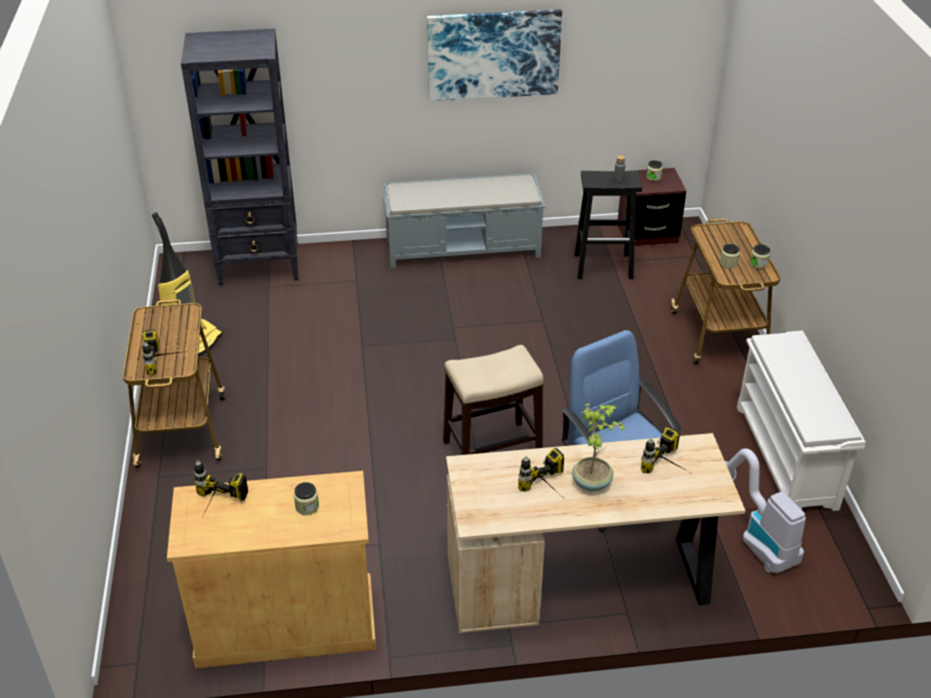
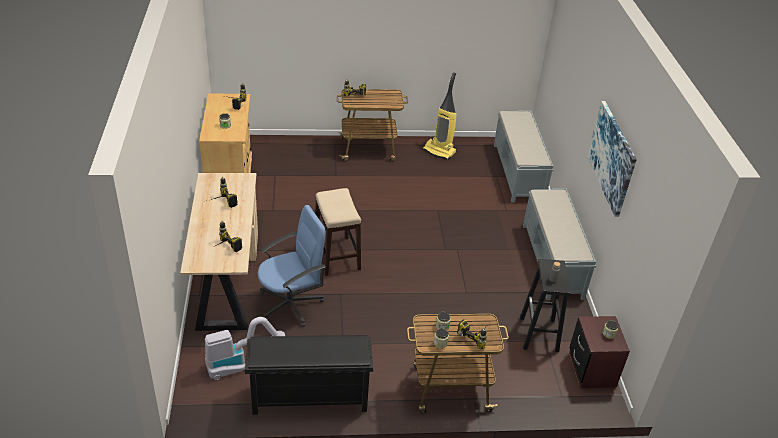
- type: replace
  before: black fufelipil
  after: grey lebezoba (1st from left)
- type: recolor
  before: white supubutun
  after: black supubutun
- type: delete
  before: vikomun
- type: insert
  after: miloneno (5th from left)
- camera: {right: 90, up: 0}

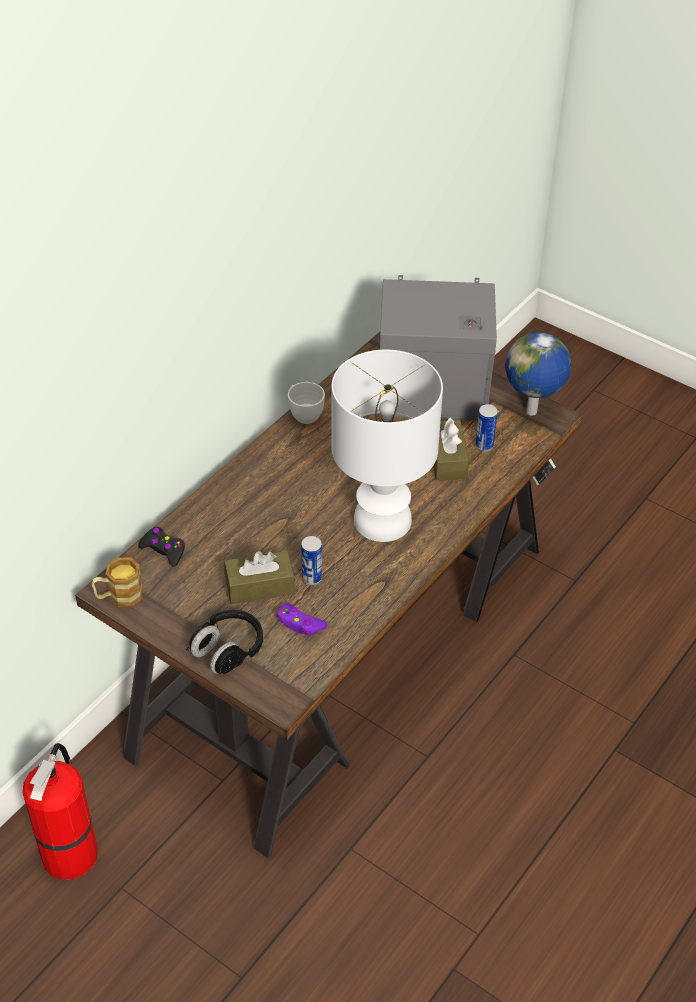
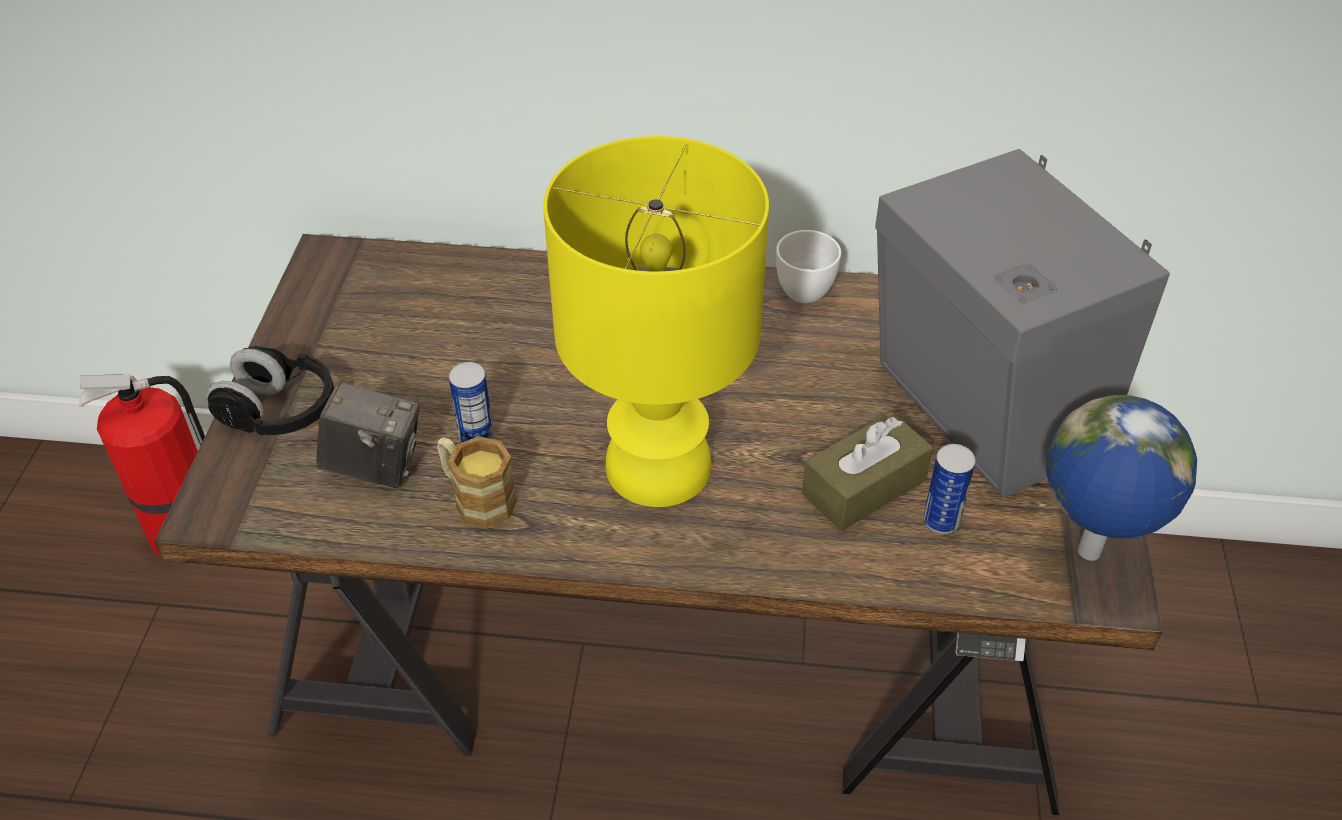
- type: recolor
  before: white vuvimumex
  after: yellow vuvimumex
- type: delete
  before: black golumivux
- type: delete
  before: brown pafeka (1st from left)
- type: move
  before: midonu
- type: replace
  before: purple golumivux
  after: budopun
- camera: {right: 60, up: 0}

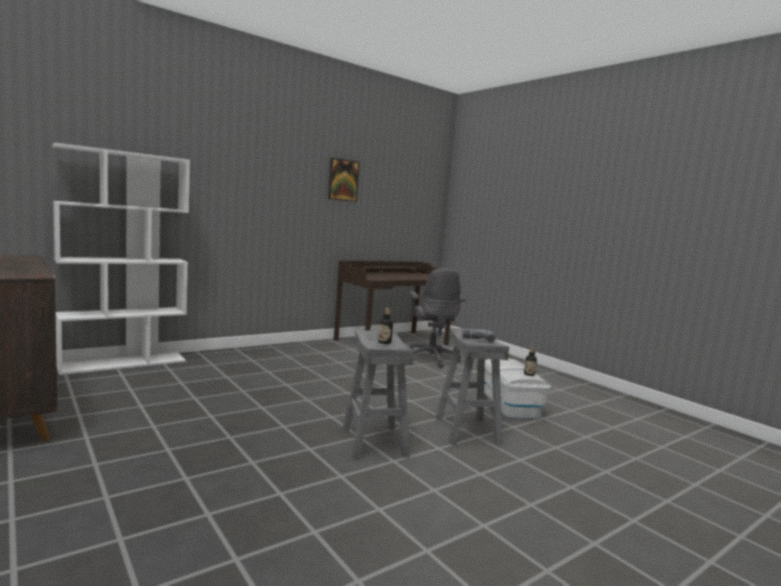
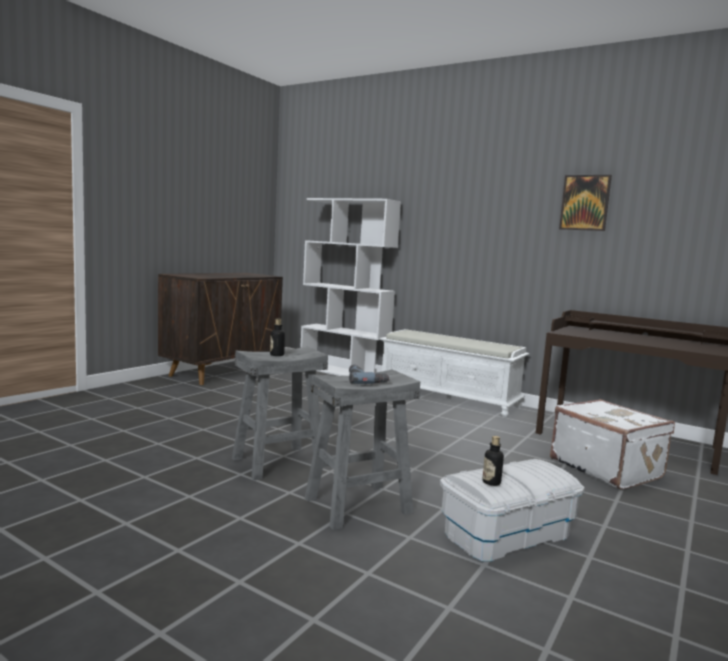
- type: replace
  before: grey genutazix
  after: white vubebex
- type: insert
  after: white lebezoba
- camera: {right: 70, up: 0}

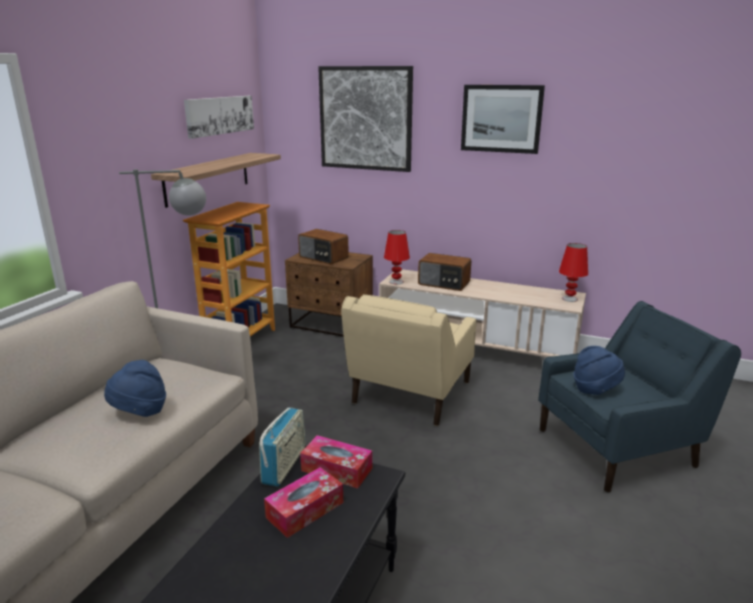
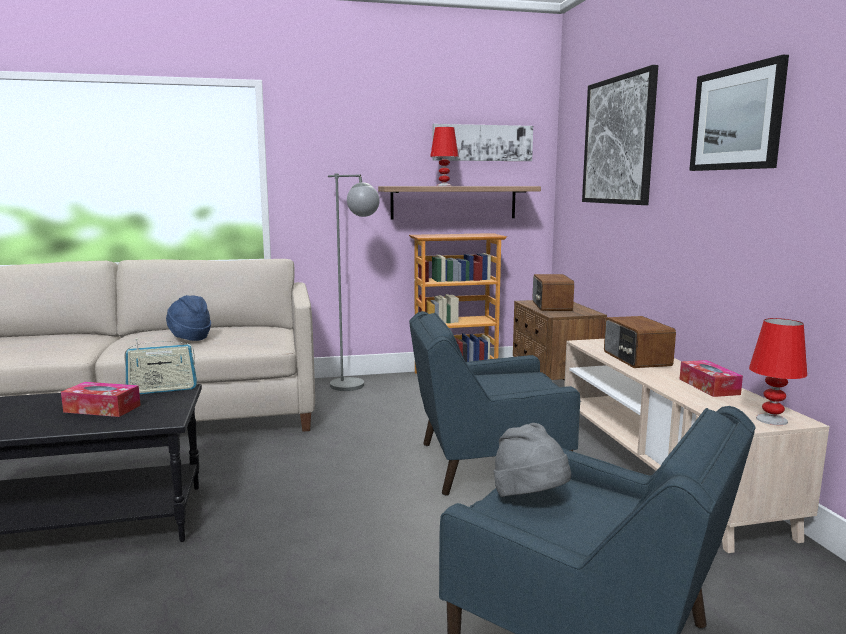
- type: move
  before: red vuvimumex (1st from left)
- type: recolor
  before: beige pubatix
  after: blue pubatix (1st from left)
- type: recolor
  before: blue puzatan (2nd from left)
  after: grey puzatan
- type: move
  before: pafeka (2nd from left)
- camera: {right: 55, up: -10}

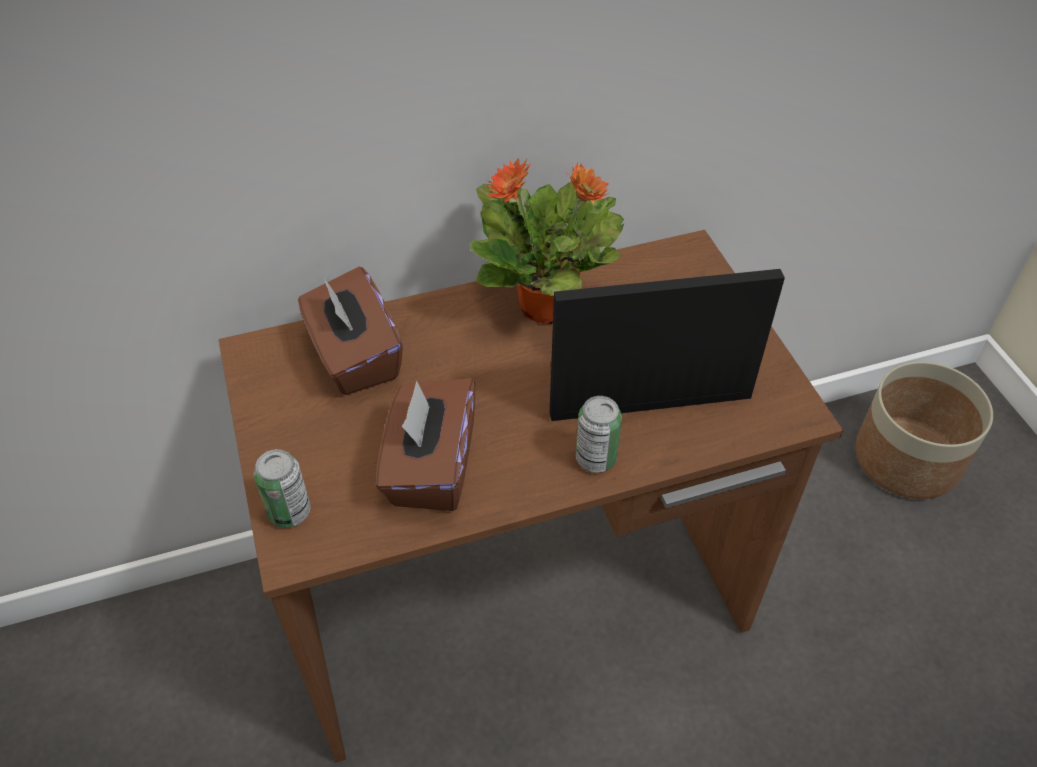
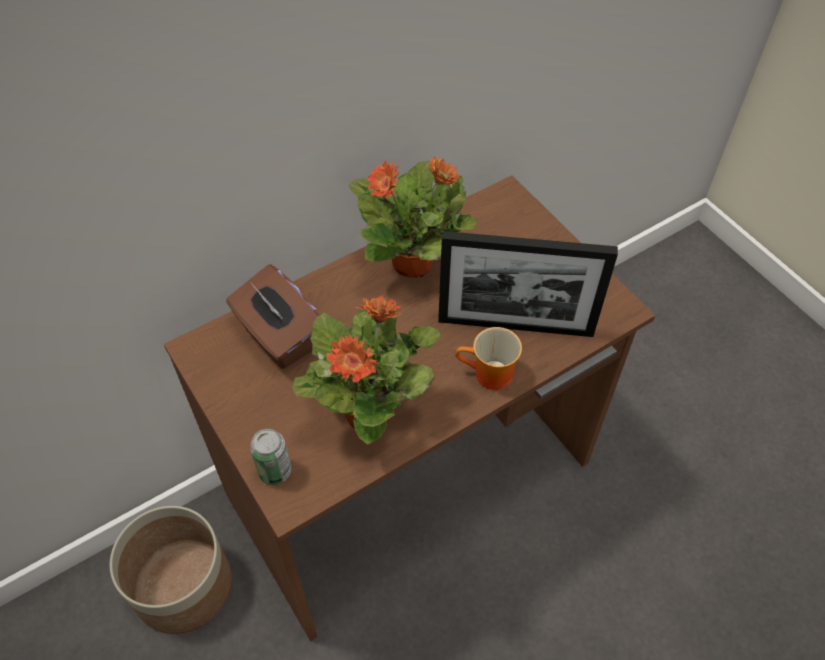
- type: rotate
  before: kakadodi
  turn: -150
- type: move
  before: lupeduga
- type: replace
  before: brown pafeka (2nd from left)
  after: vikomun (1st from left)
- type: replace
  before: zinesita (2nd from left)
  after: midonu
- camera: {right: -15, up: 5}

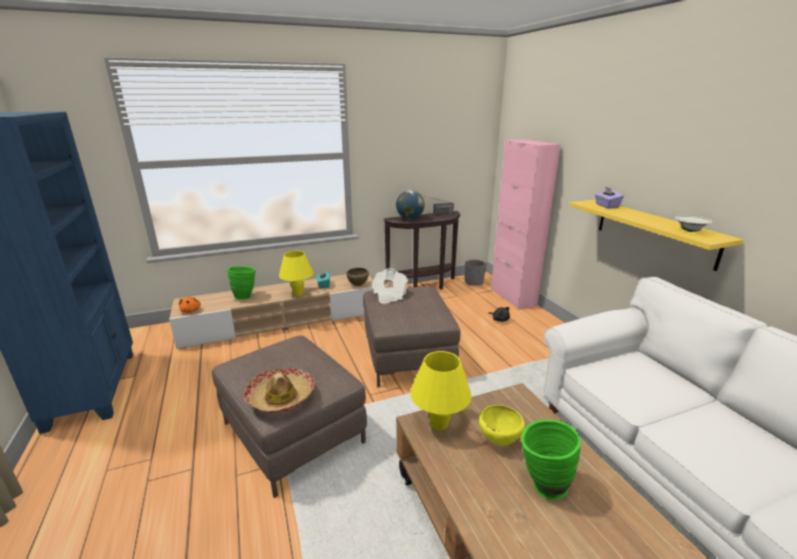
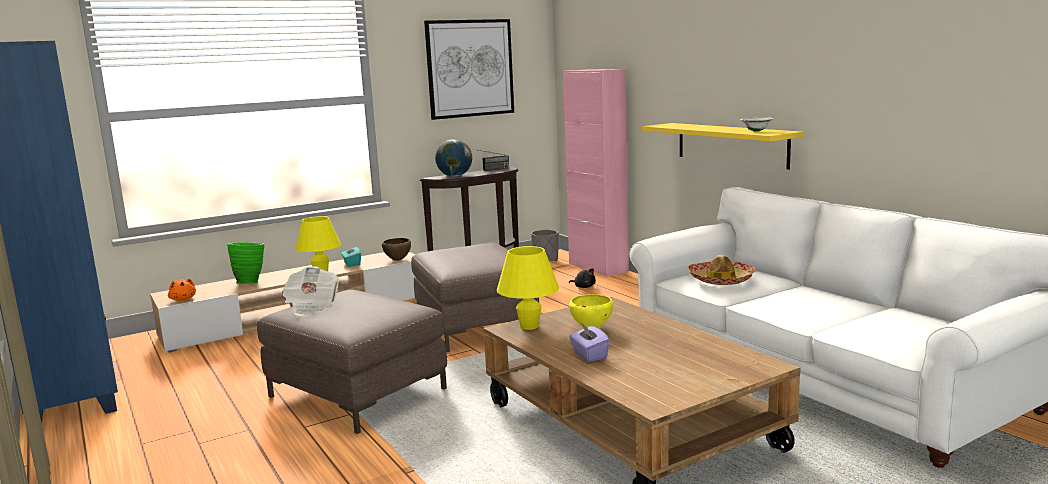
- type: move
  before: purple pafeka
- type: move
  before: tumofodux
- type: move
  before: puzatan
- type: delete
  before: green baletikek (2nd from left)
- type: insert
  after: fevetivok
- camera: {right: -10, up: -10}

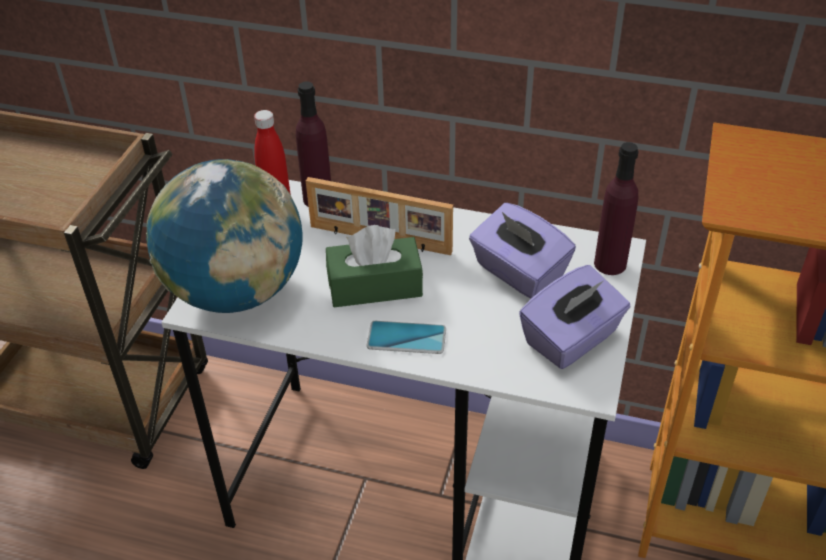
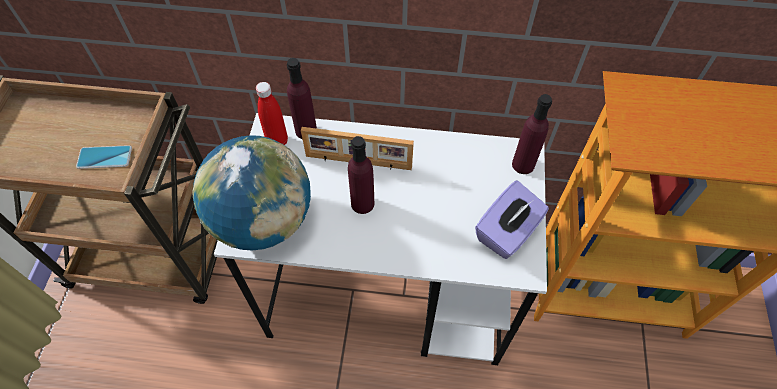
- type: delete
  before: purple pafeka (1st from left)
- type: replace
  before: green pafeka
  after: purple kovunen (2nd from left)
- type: move
  before: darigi
- camera: {right: -10, up: 15}

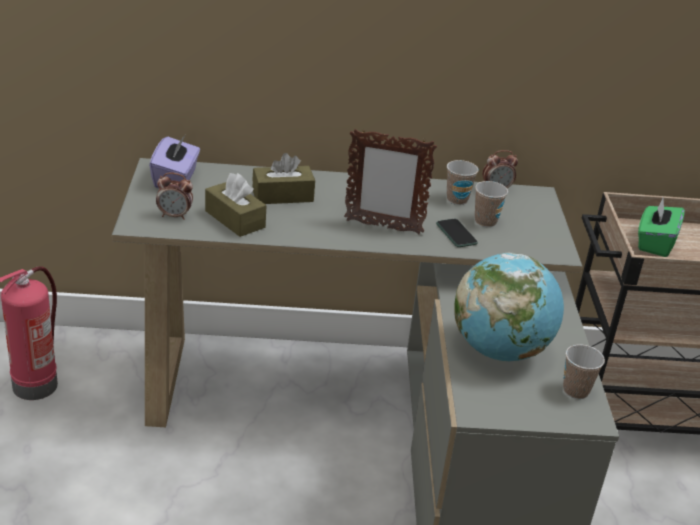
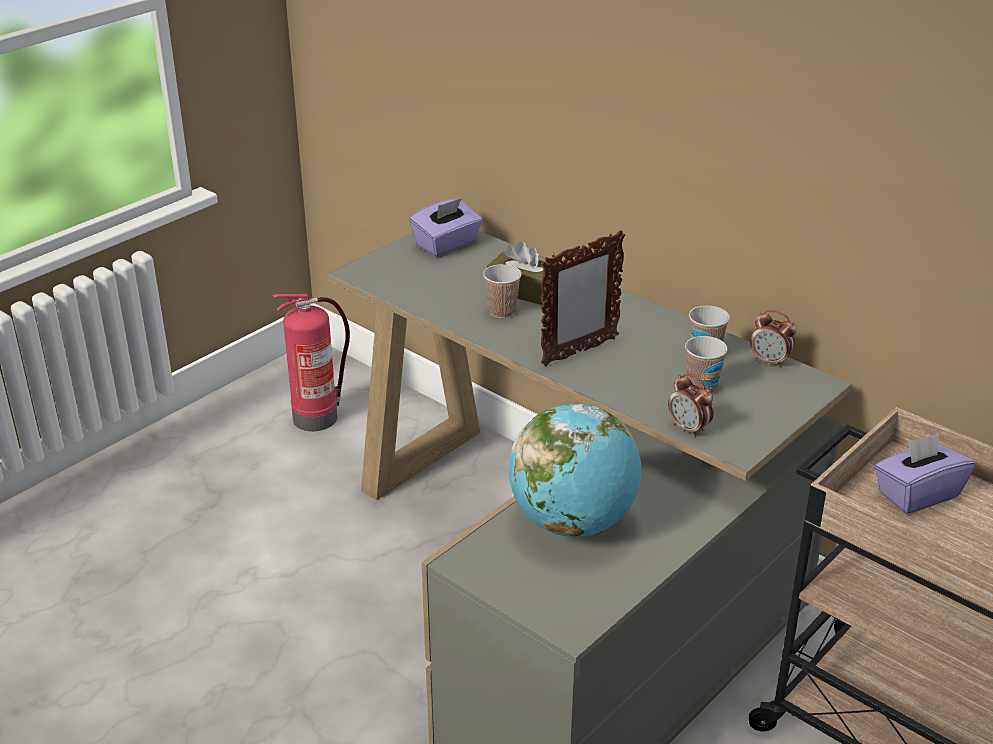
- type: rotate
  before: kakadodi
  turn: -90
- type: move
  before: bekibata (1st from left)
- type: delete
  before: brown pafeka (1st from left)
- type: recolor
  before: green pafeka
  after: purple pafeka (2nd from left)
- type: delete
  before: darigi
- type: move
  before: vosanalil (3rd from left in the first image)
  after: vosanalil (1st from left)
- camera: {right: 45, up: 0}

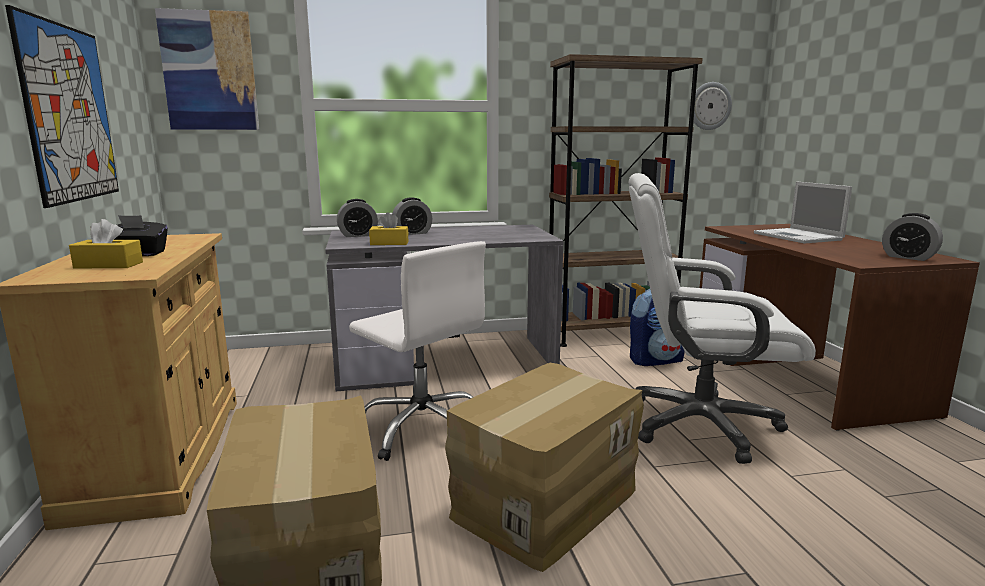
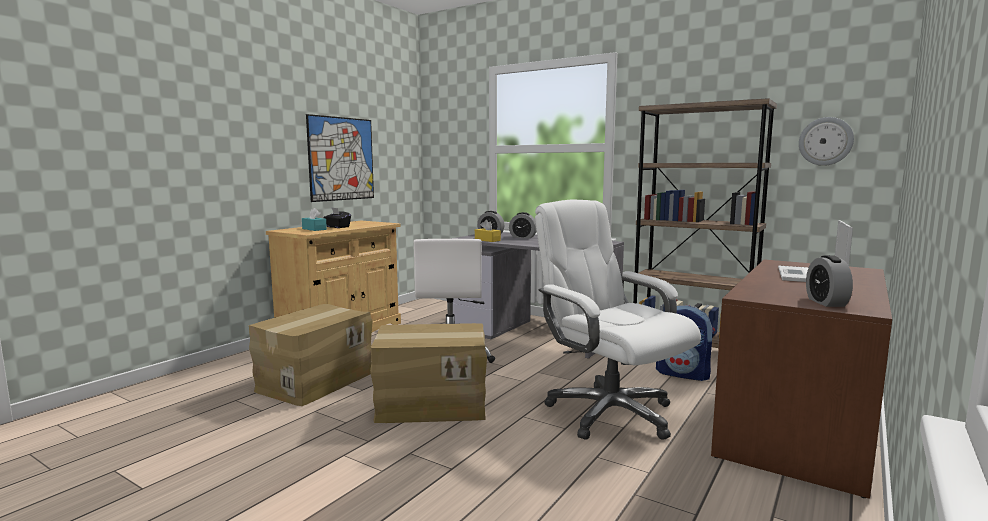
- type: delete
  before: fevetivok (2nd from left)
- type: recolor
  before: yellow pafeka (1st from left)
  after: turquoise pafeka
- camera: {right: 45, up: -5}

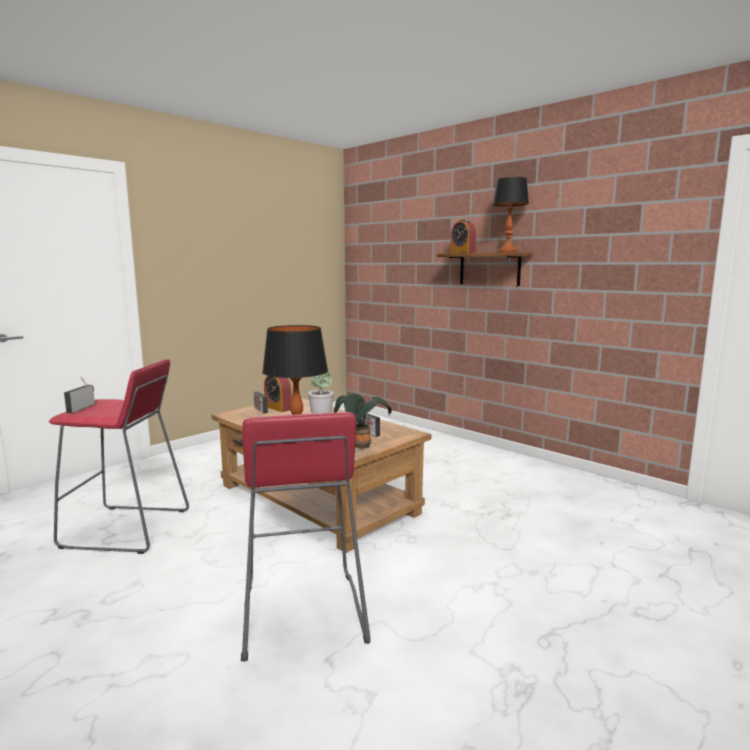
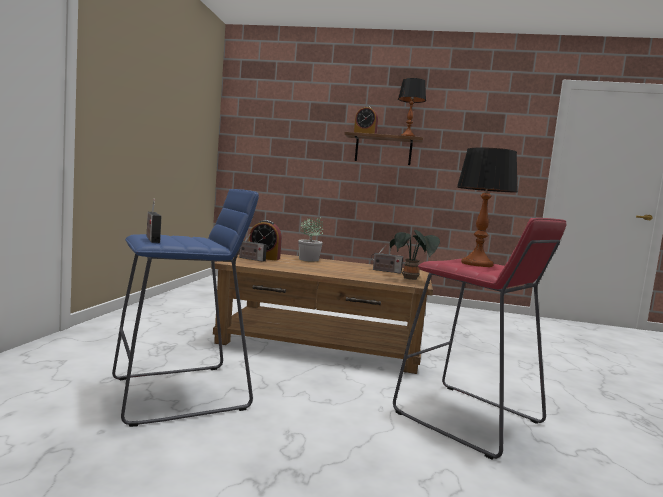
- type: recolor
  before: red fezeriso (1st from left)
  after: blue fezeriso
- camera: {right: -35, up: -5}

